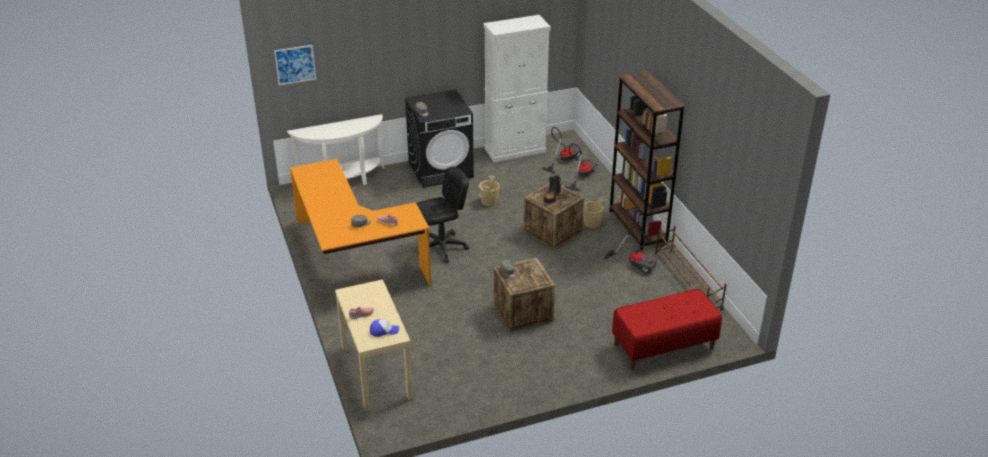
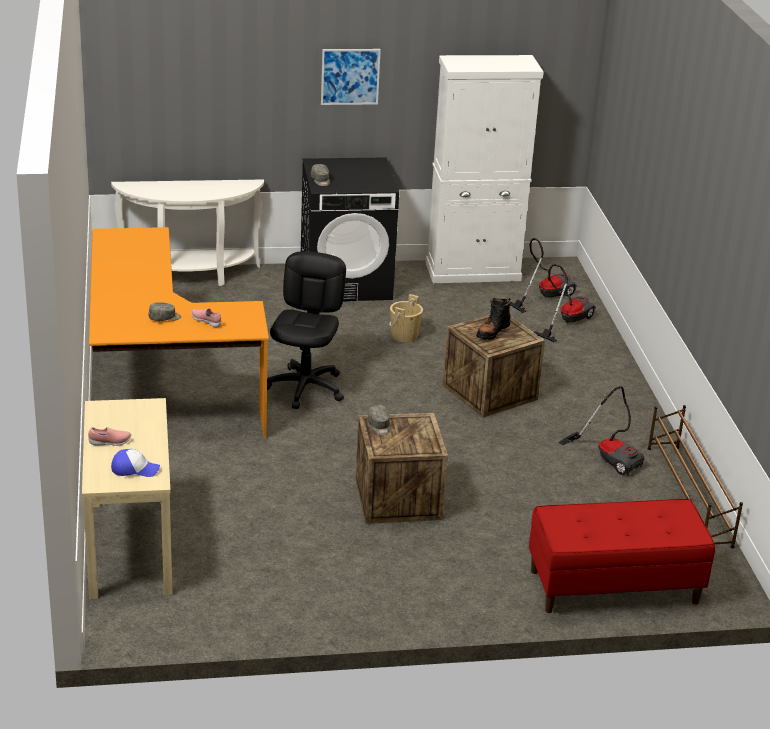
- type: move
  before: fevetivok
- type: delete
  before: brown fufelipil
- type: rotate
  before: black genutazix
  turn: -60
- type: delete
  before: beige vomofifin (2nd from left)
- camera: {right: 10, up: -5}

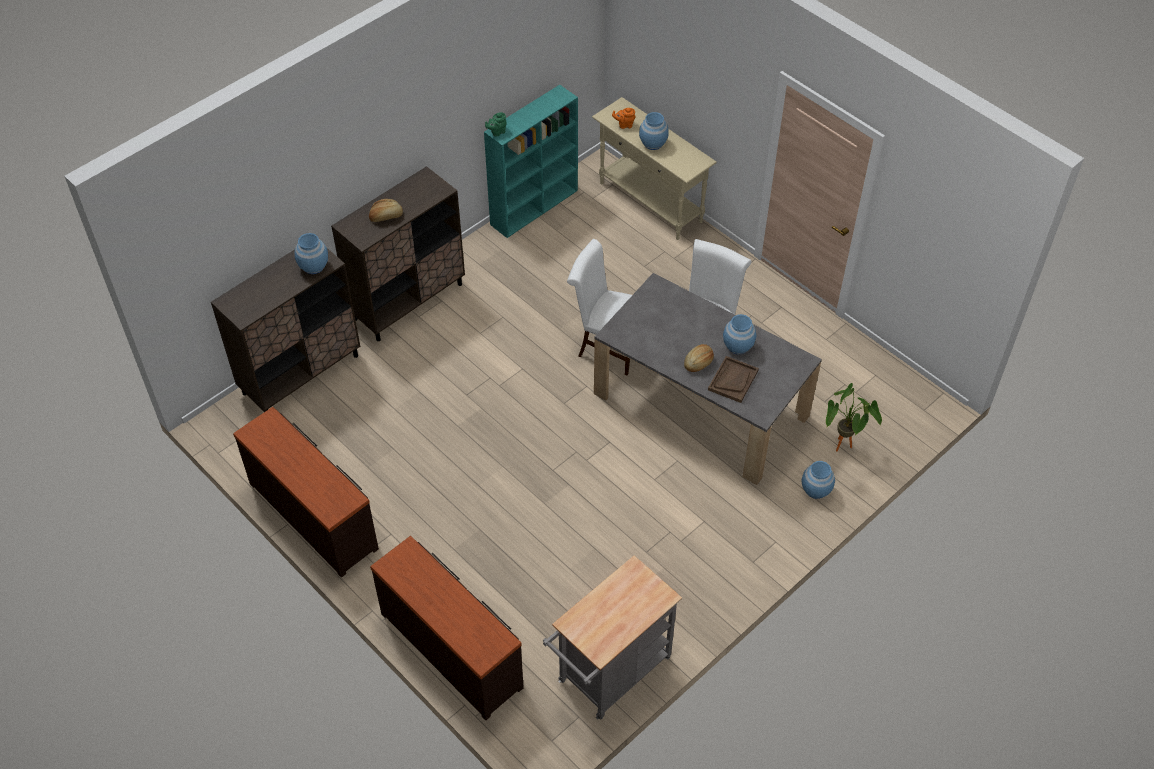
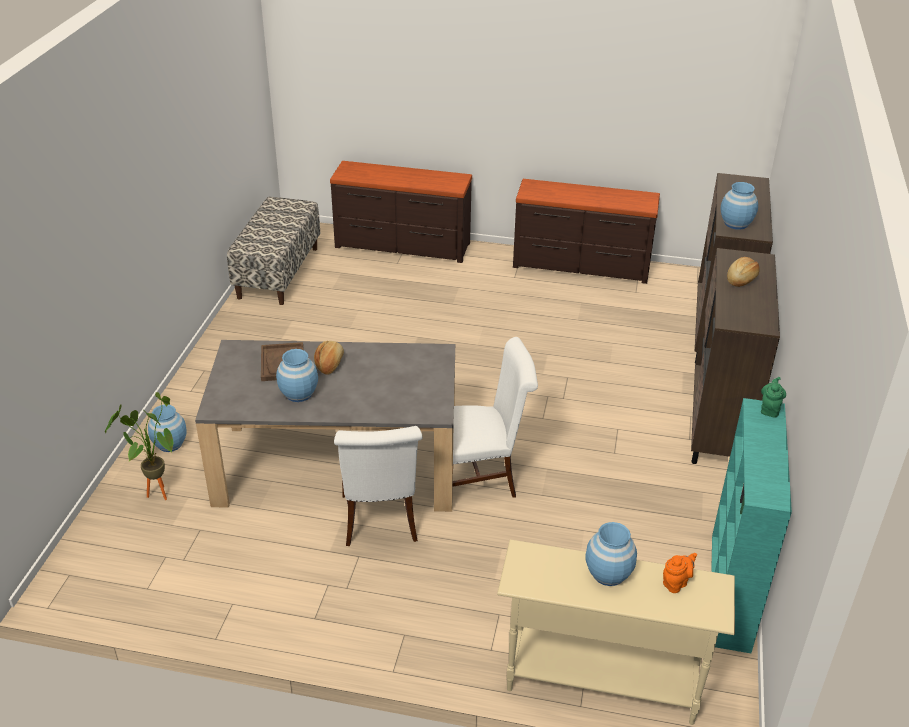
- type: replace
  before: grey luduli
  after: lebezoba
- camera: {right: 145, up: -15}

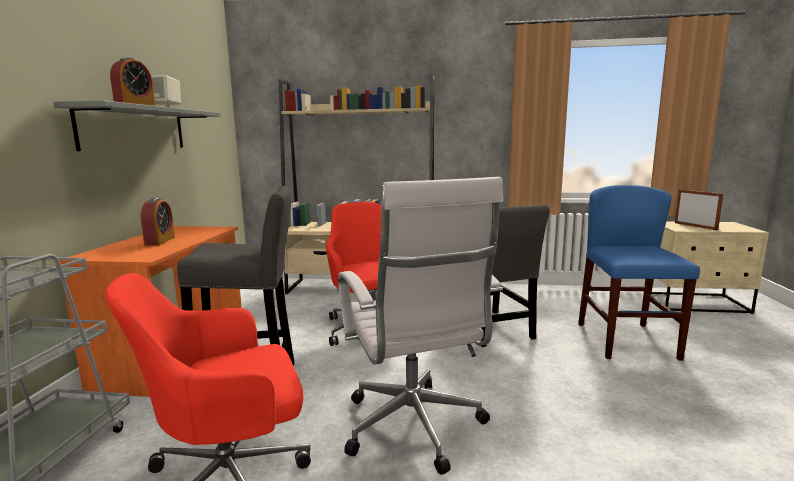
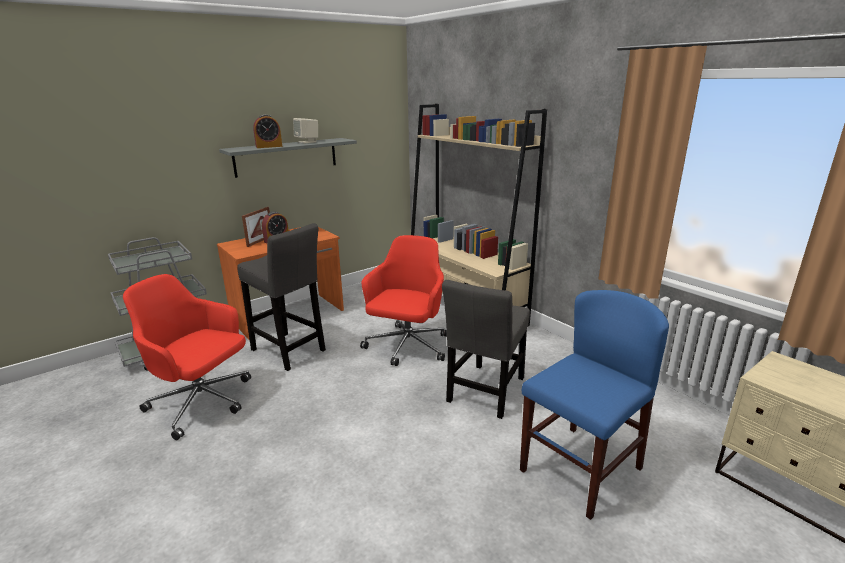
- type: delete
  before: white genutazix
- type: move
  before: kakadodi
- camera: {right: 45, up: 10}

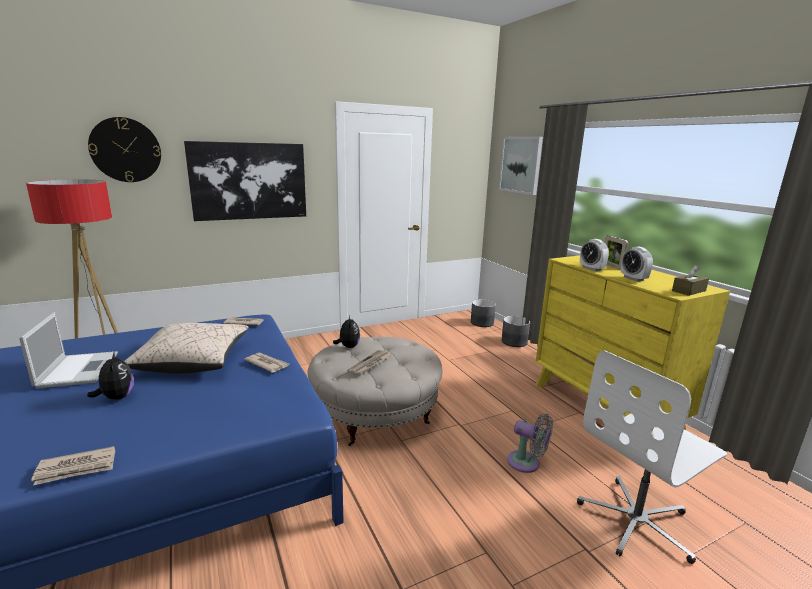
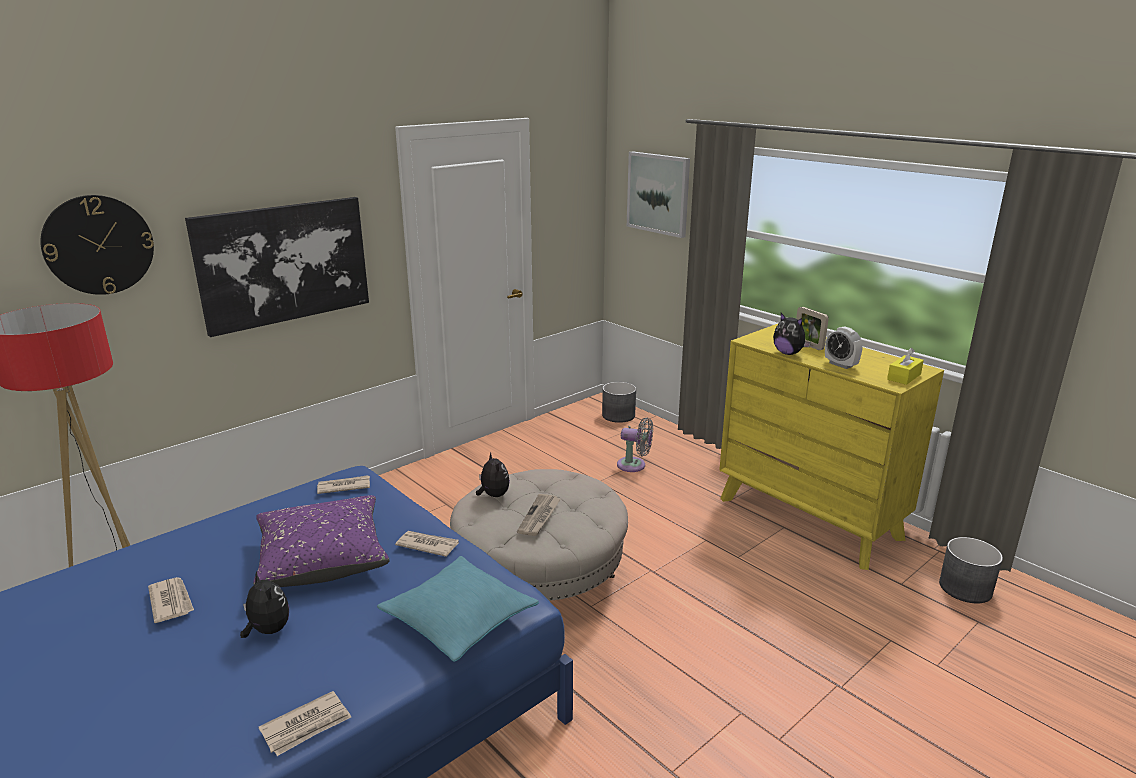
- type: replace
  before: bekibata (1st from left)
  after: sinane (3rd from left)
- type: recolor
  before: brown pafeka
  after: yellow pafeka
- type: replace
  before: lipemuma
  after: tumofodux (1st from left)
- type: move
  before: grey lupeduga (2nd from left)
- type: recolor
  before: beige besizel
  after: purple besizel
- type: delete
  before: white genutazix
- type: move
  before: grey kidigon
- type: insert
  after: turquoise besizel
- camera: {right: -15, up: 5}

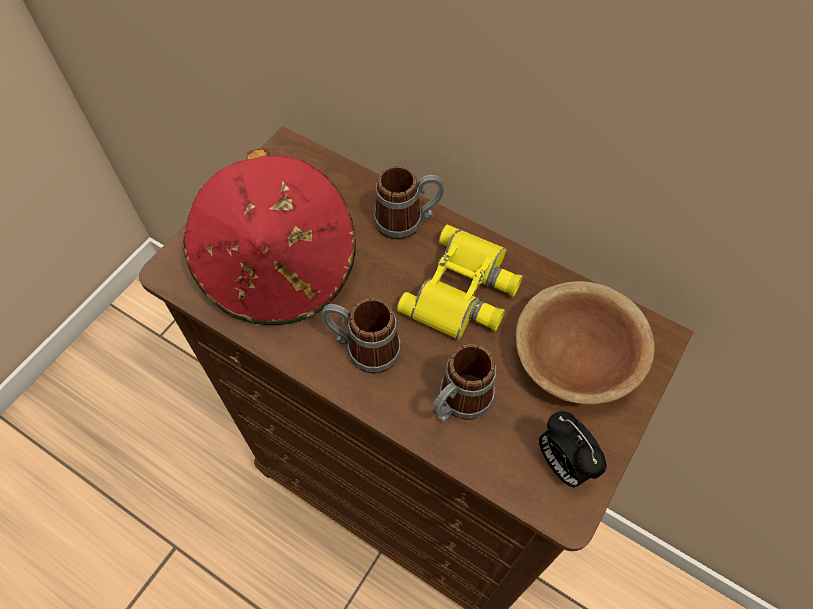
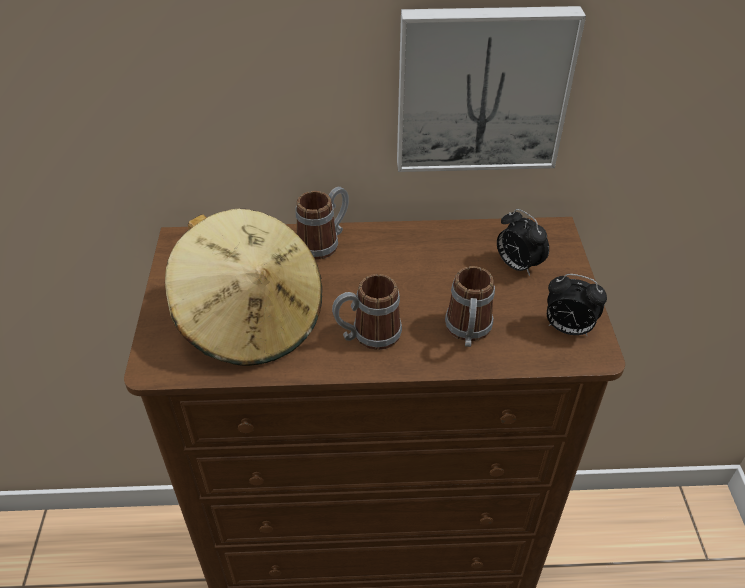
- type: recolor
  before: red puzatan
  after: beige puzatan
- type: delete
  before: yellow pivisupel
- type: replace
  before: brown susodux
  after: bekibata (1st from left)
- type: insert
  after: fevetivok
- camera: {right: -35, up: -15}

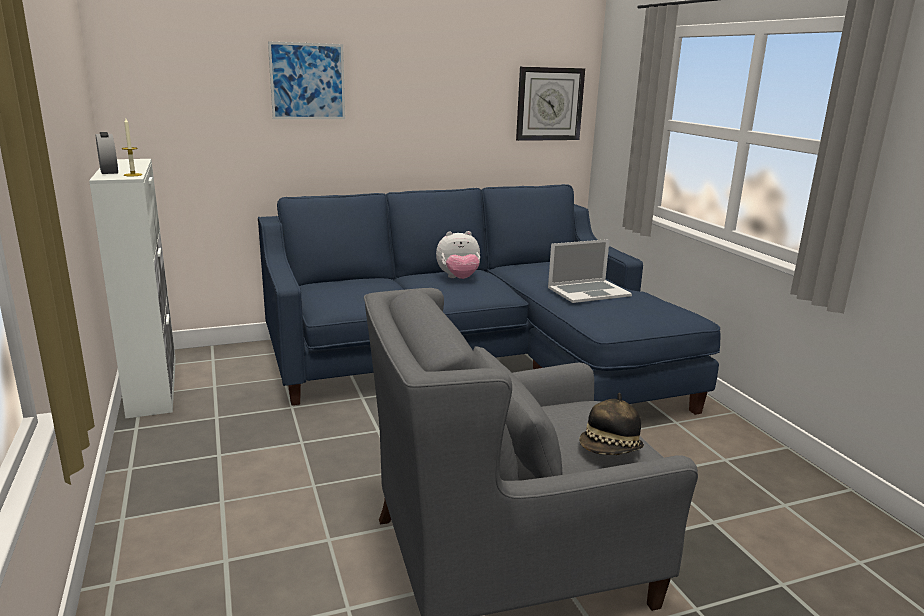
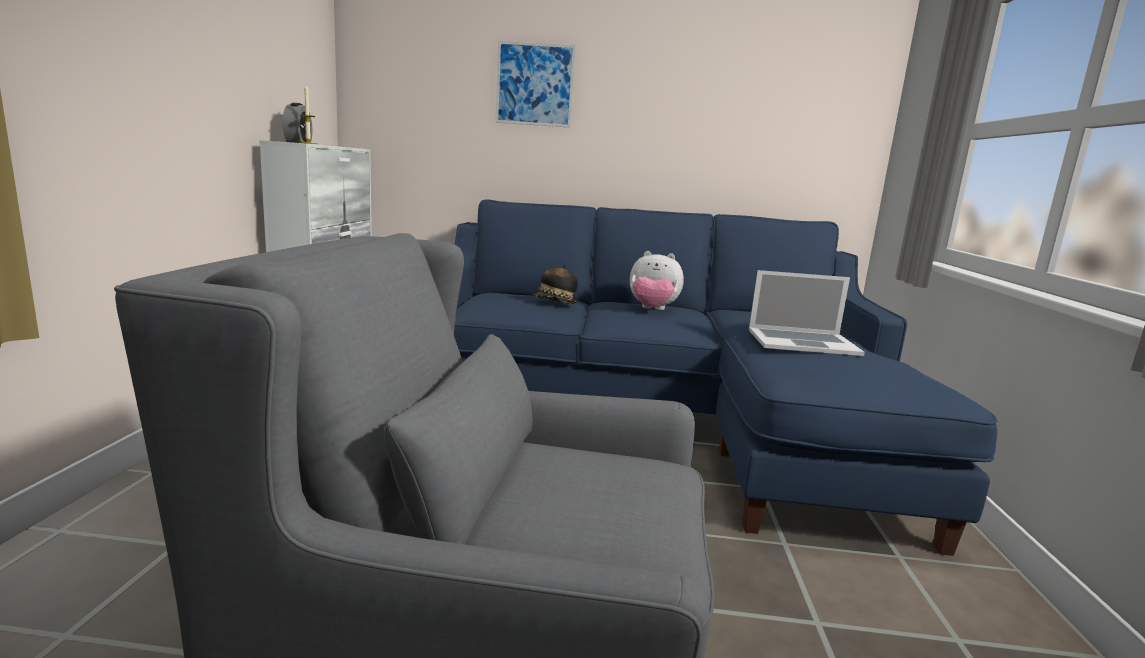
- type: delete
  before: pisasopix
- type: move
  before: puzatan
- camera: {right: 25, up: -5}

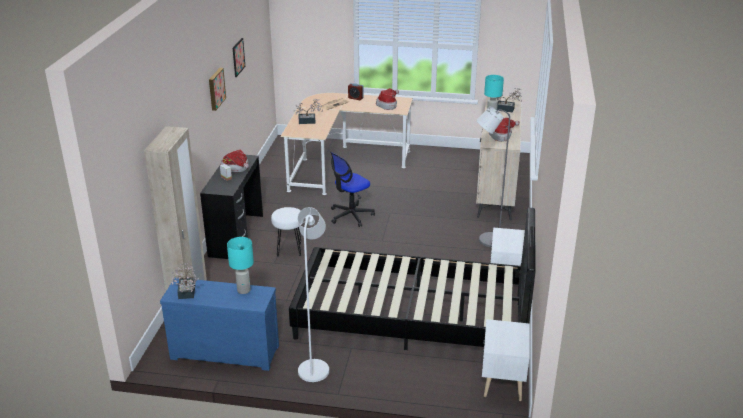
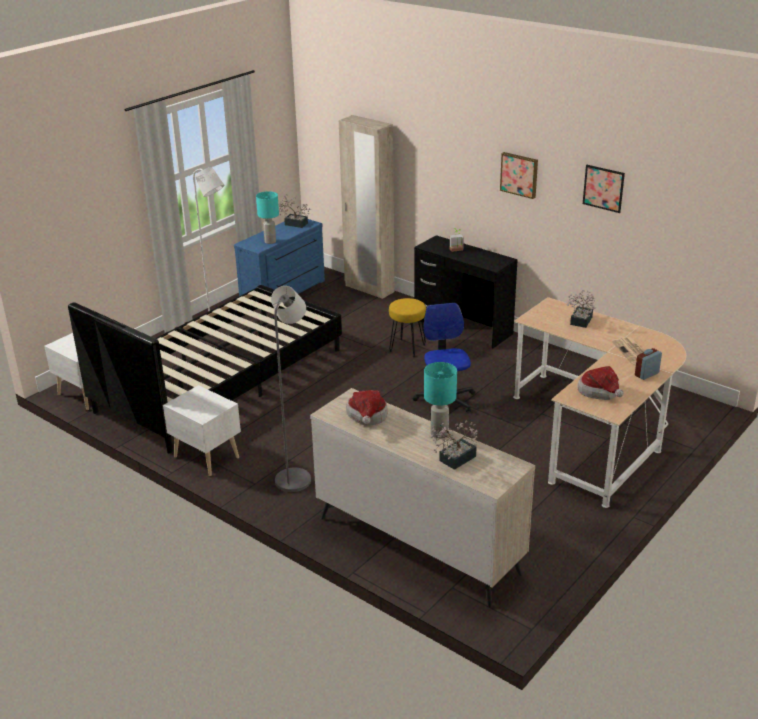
- type: delete
  before: puzatan (1st from left)
- type: recolor
  before: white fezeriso
  after: yellow fezeriso
- camera: {right: 120, up: 0}

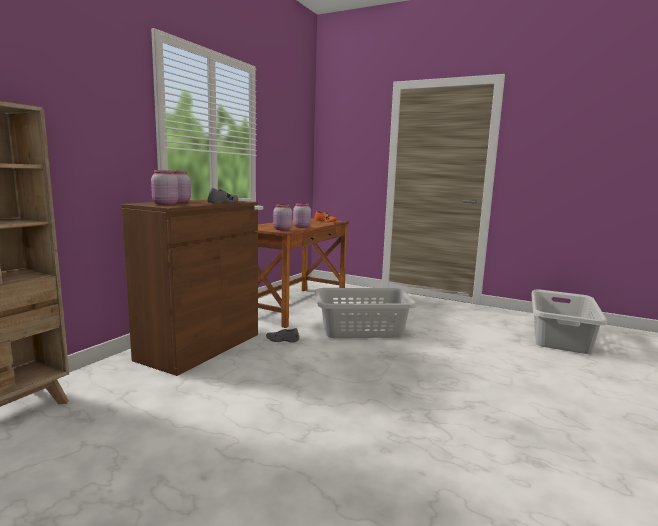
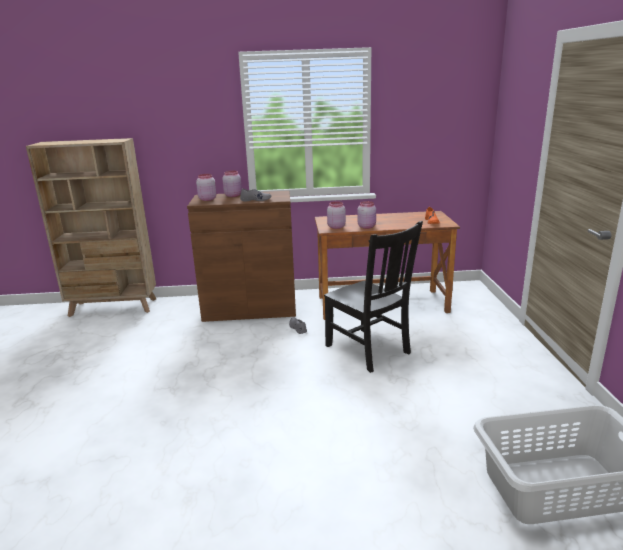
- type: replace
  before: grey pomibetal (1st from left)
  after: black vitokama
- camera: {right: 60, up: 10}

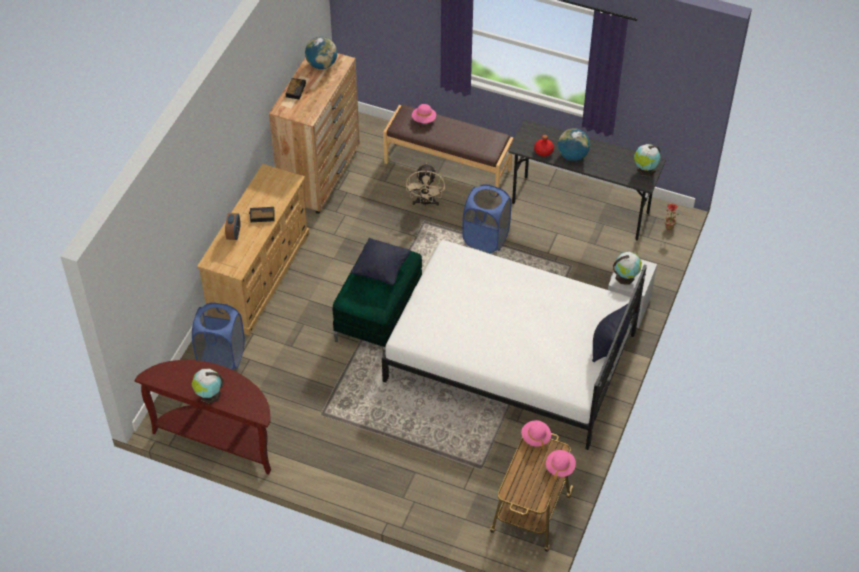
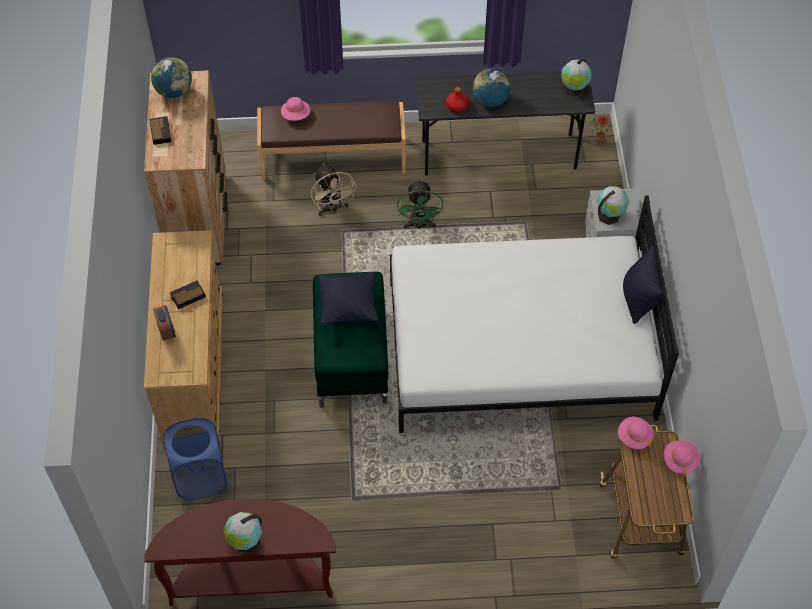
- type: replace
  before: blue pomibetal (2nd from left)
  after: green kidigon
- camera: {right: -25, up: 5}

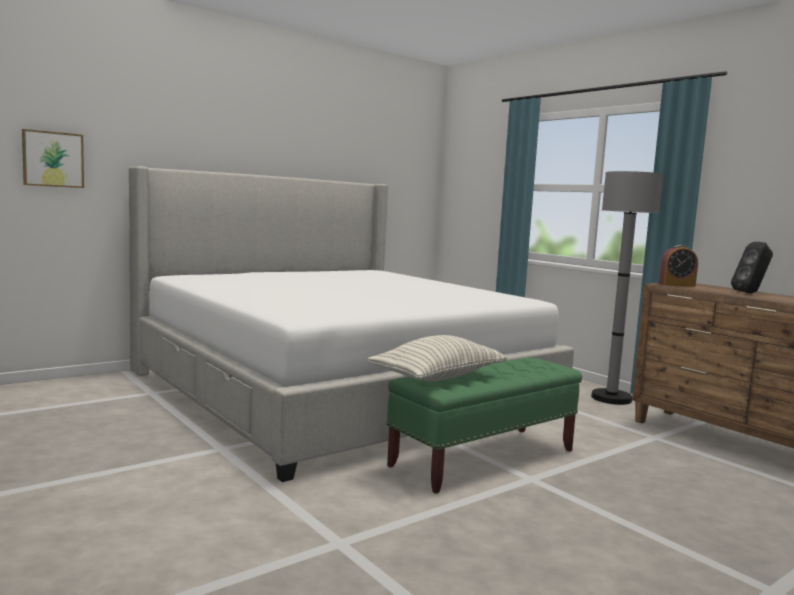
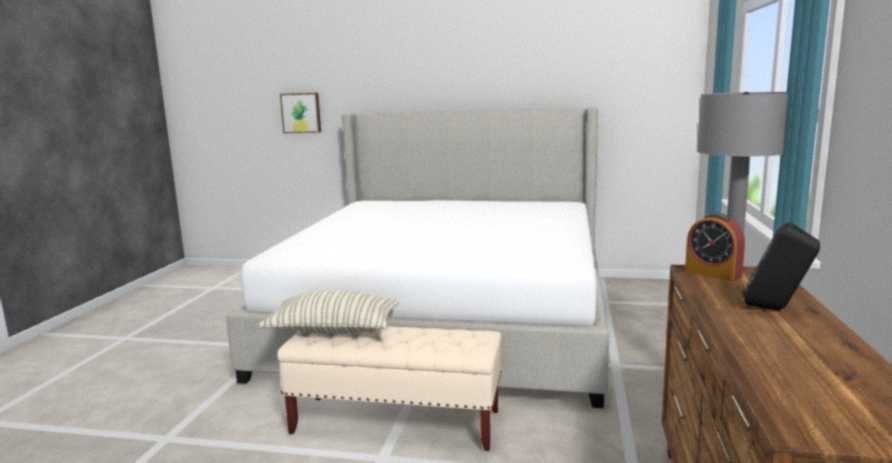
- type: recolor
  before: green lebezoba
  after: beige lebezoba
- camera: {right: 50, up: 5}

